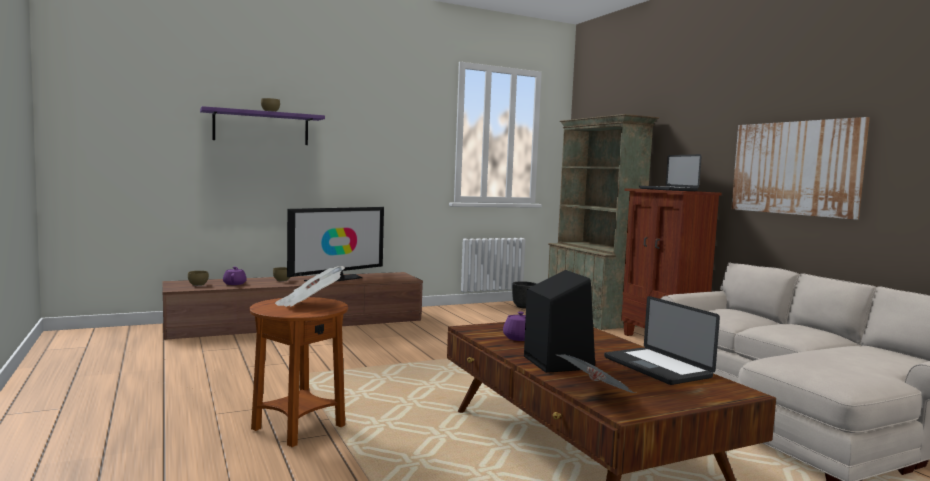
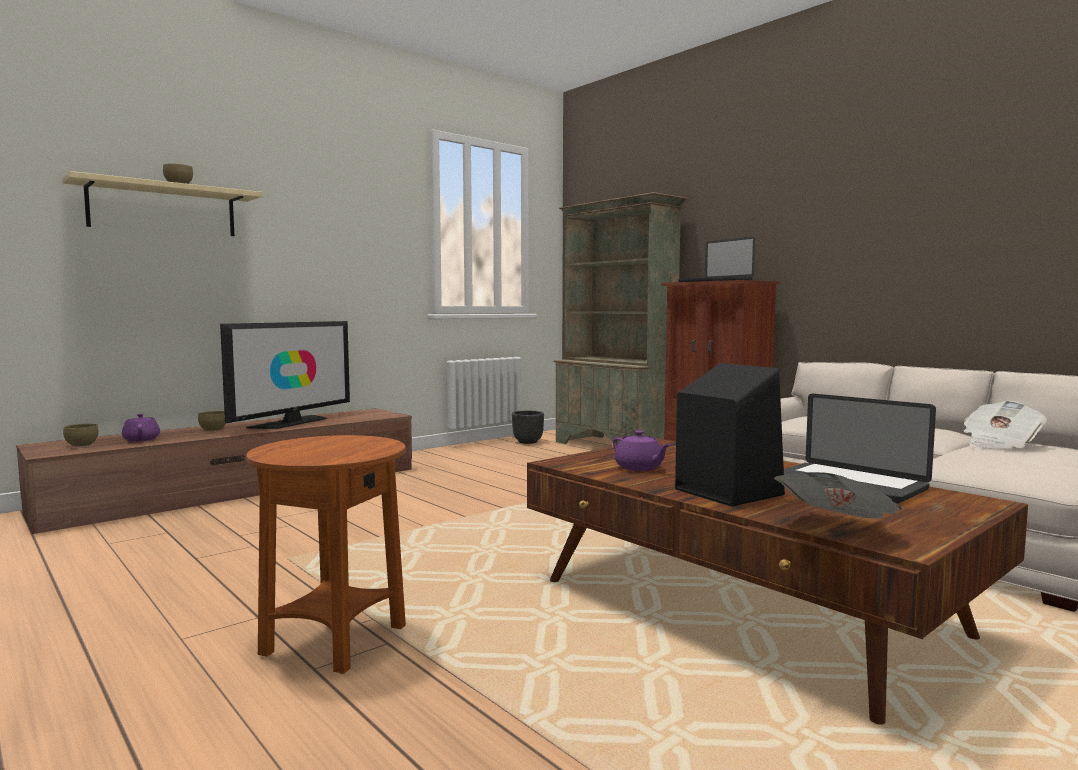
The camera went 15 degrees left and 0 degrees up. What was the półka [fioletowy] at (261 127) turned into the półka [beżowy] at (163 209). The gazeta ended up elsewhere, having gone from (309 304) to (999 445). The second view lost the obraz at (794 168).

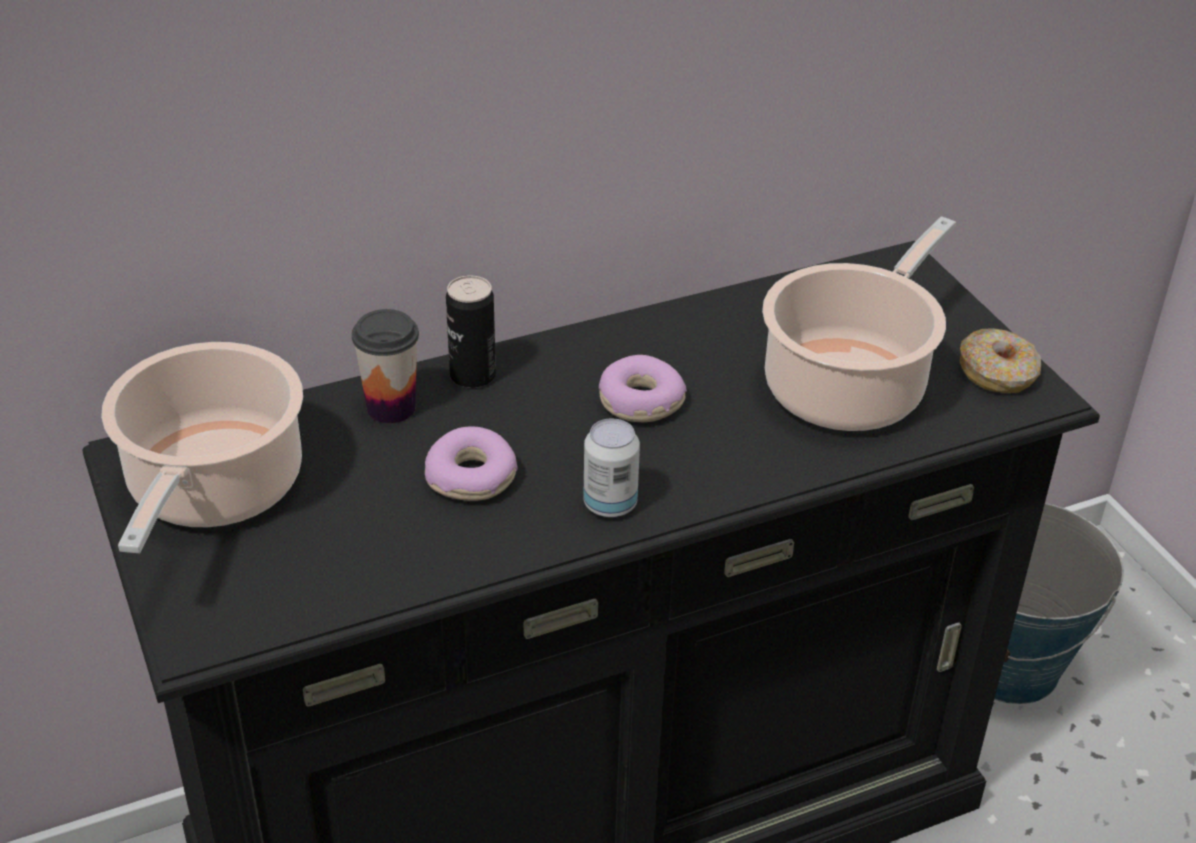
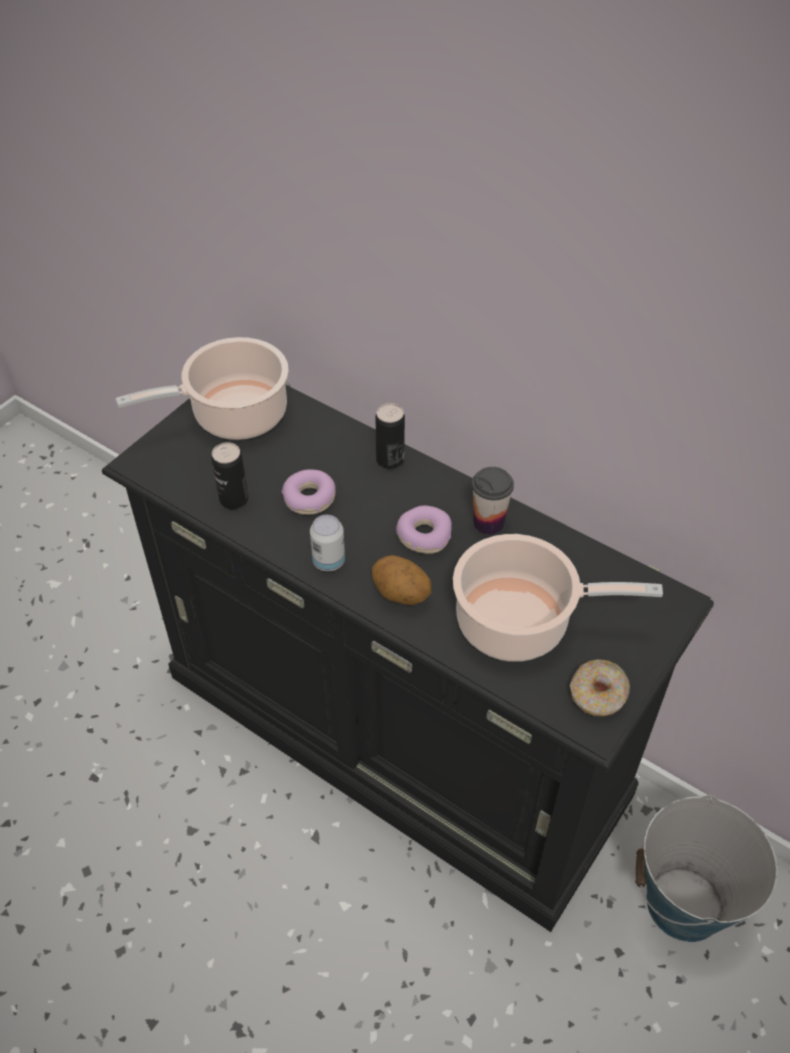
The camera went 60 degrees right and 10 degrees up. The filiżanka ended up elsewhere, having gone from (391 408) to (488 523). The second view gained the puszka at (234 499). The second view gained the ziemniak at (400 595).

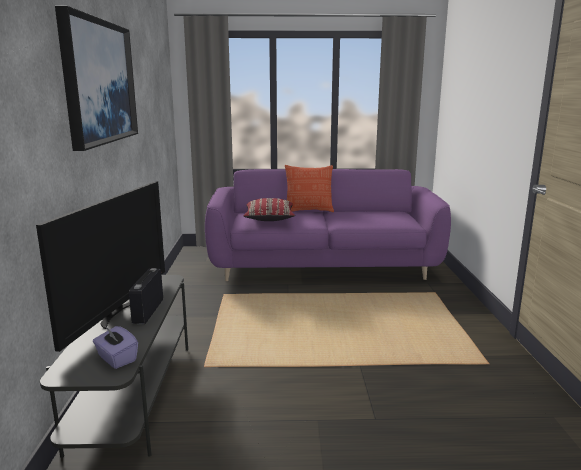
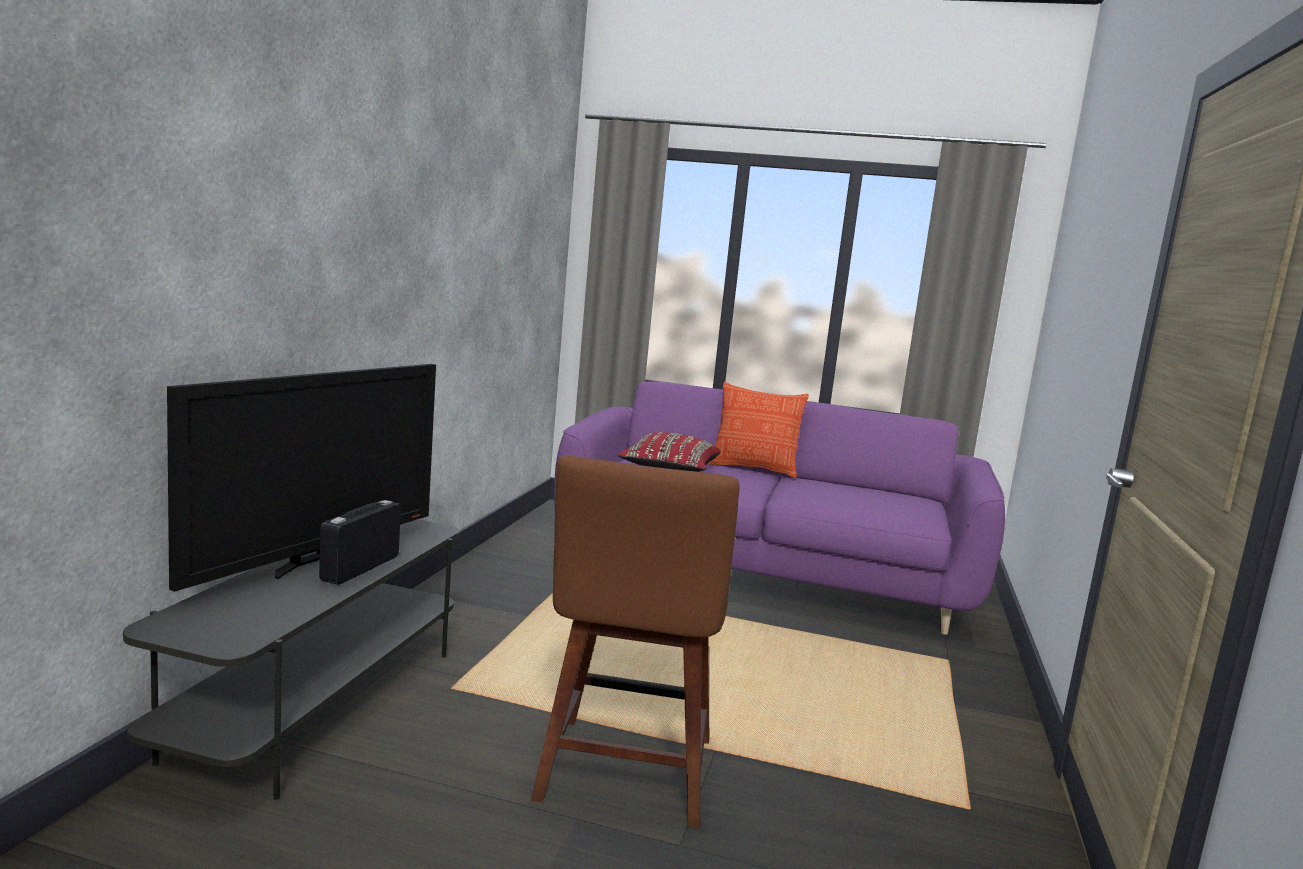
The camera went 15 degrees right and 5 degrees down. The second view lost the obraz at (99 82). The second view lost the pudełko chusteczek [fioletowy] at (116 359). The second view gained the stołek [brązowy] at (623 774).

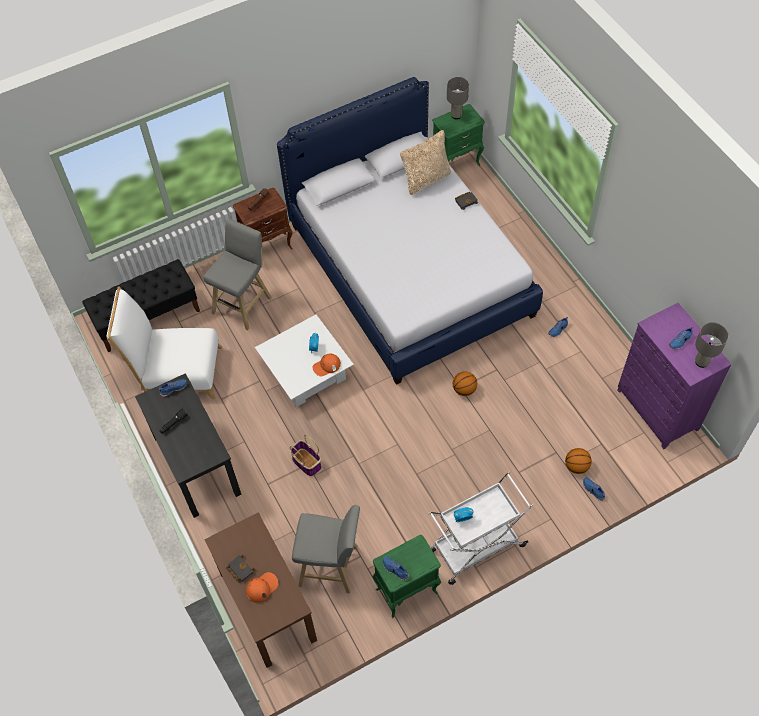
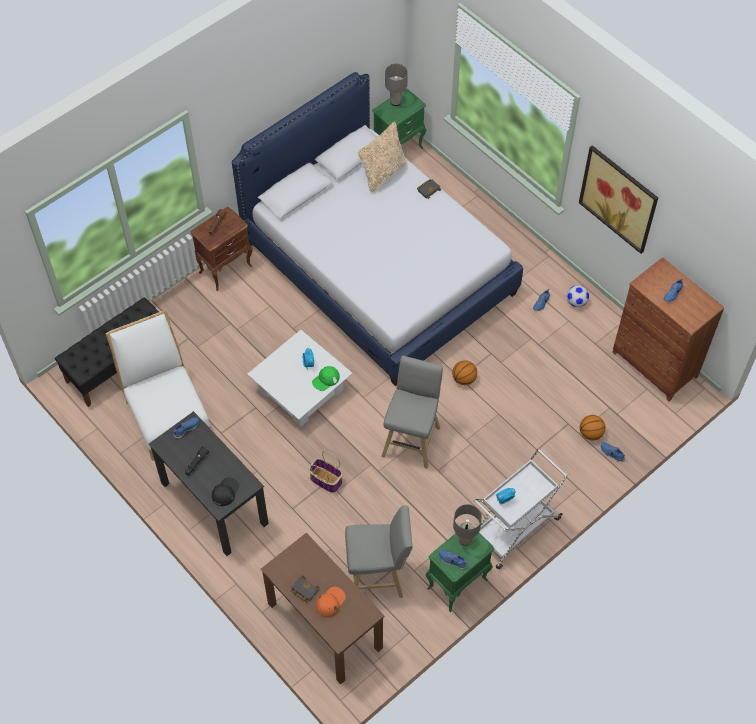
The camera went 15 degrees left and 0 degrees up. The krzesło [biały] at (177 371) ended up facing another way, 75 degrees clockwise from before. The stołek [szary] ended up elsewhere, having gone from (243 303) to (412 439). What was the czapka z daszkiem [pomarańczowy] at (326 366) turned into the czapka z daszkiem [zielony] at (326 379). What was the komoda [fioletowy] at (656 411) turned into the komoda [brązowy] at (654 366). The lampa stołowa [szary] ended up elsewhere, having gone from (702 362) to (465 539). The second view gained the czapka z daszkiem [czarny] at (225 492). The second view gained the piłka futbolowa at (576 302). The second view gained the obraz at (618 198).

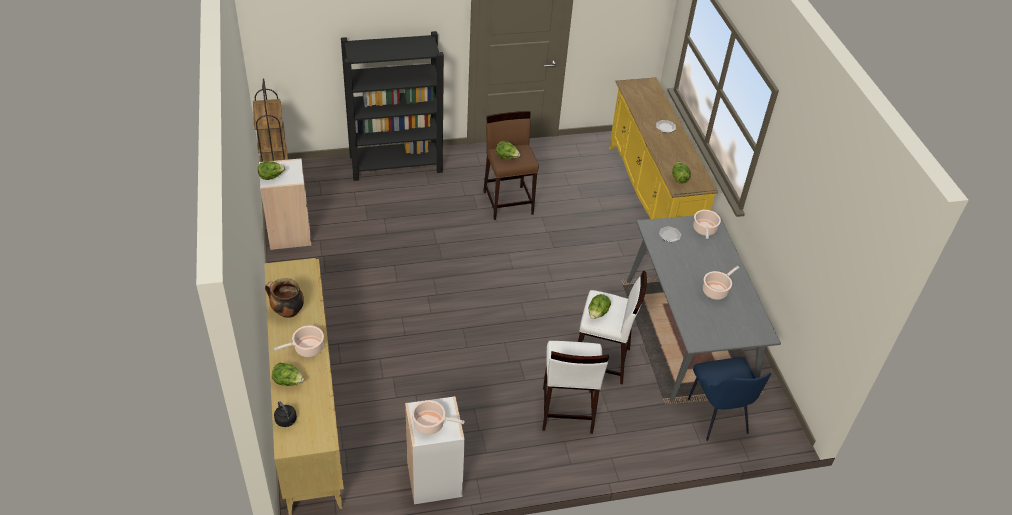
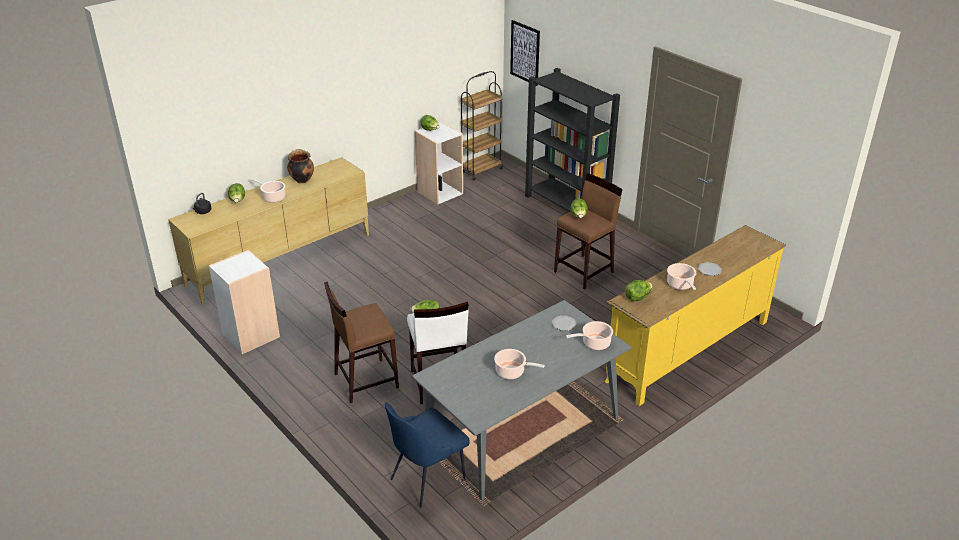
The camera went 65 degrees right and 10 degrees down. The garnek ended up elsewhere, having gone from (431 424) to (680 285). What was the stołek [biały] at (566 410) turned into the stołek [brązowy] at (365 380). The second view gained the obraz at (525 52).

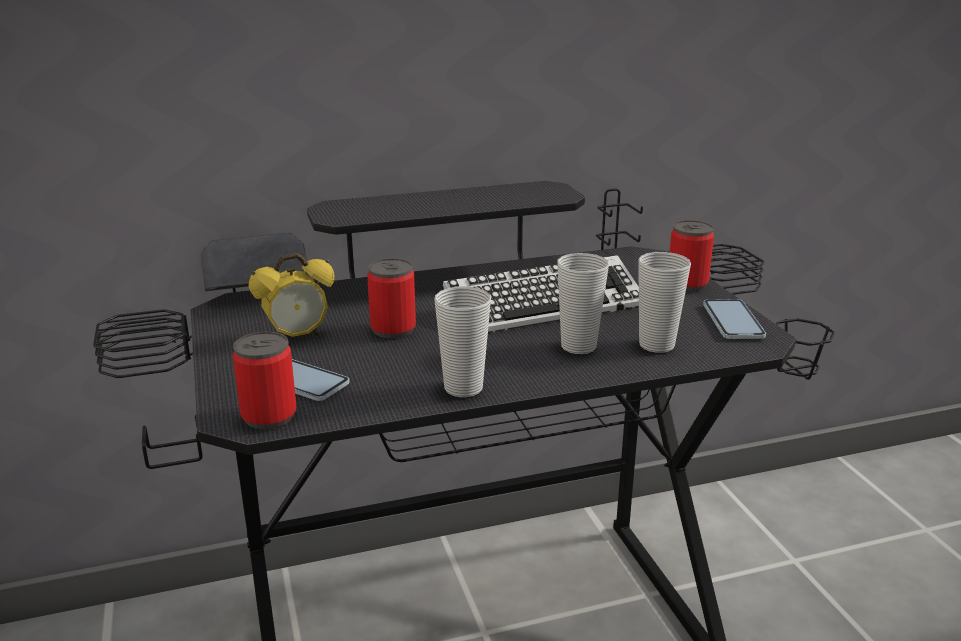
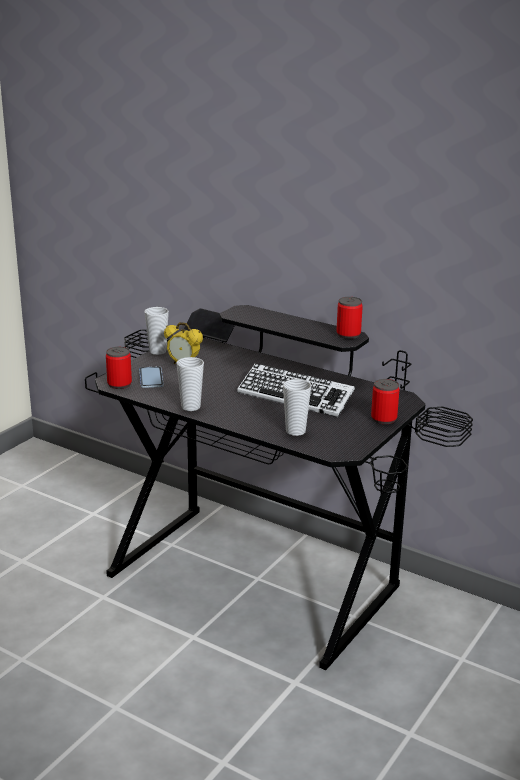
The camera went 50 degrees right and 0 degrees up. The puszka ended up elsewhere, having gone from (393 329) to (348 335). The filiżanka ended up elsewhere, having gone from (578 346) to (157 351). The second view lost the telefon at (733 321).

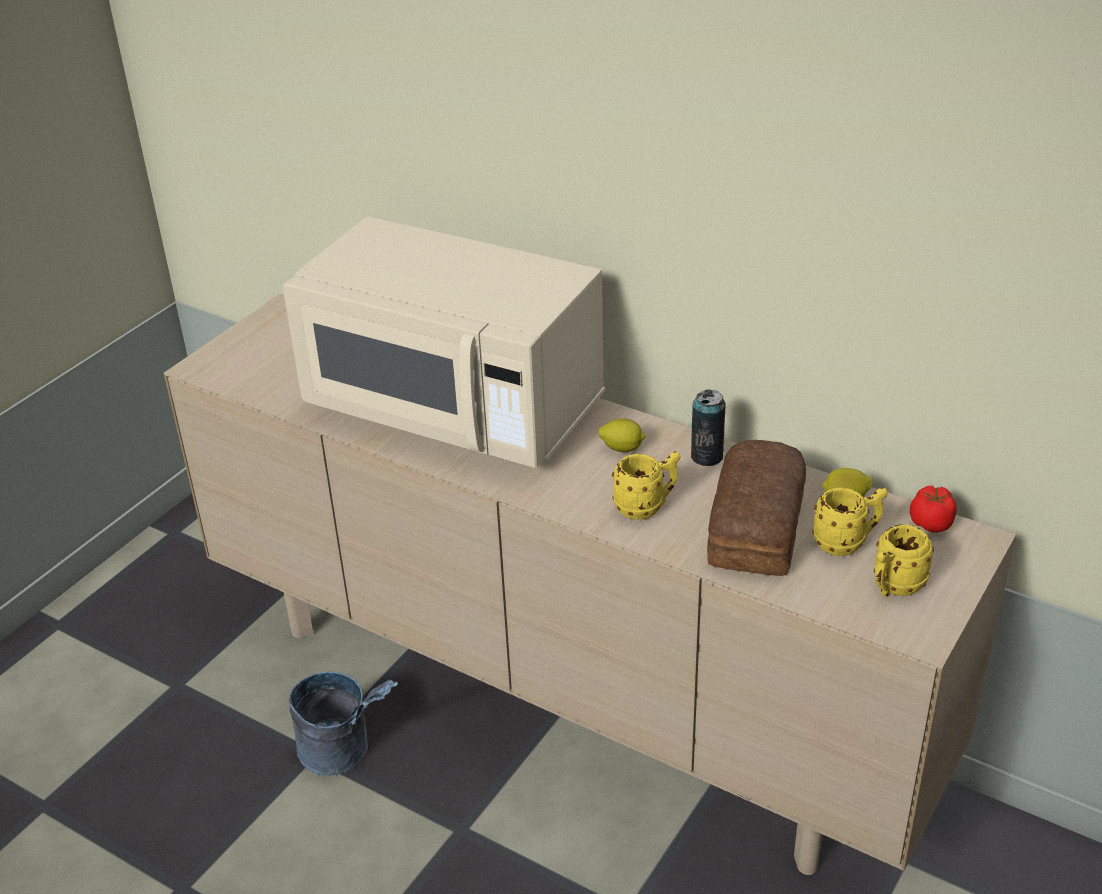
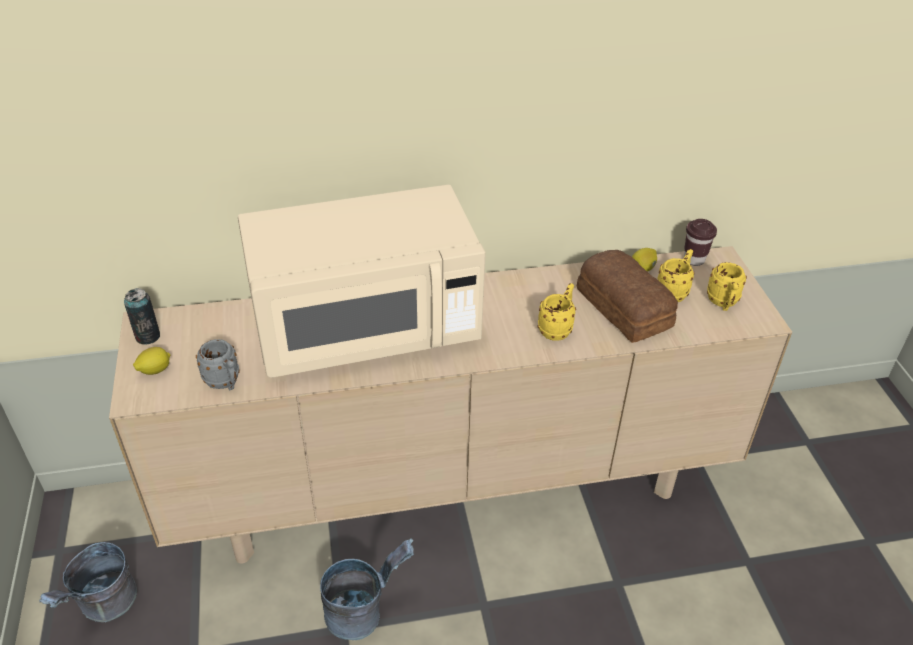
The camera went 45 degrees left and 5 degrees up. The cytryna ended up elsewhere, having gone from (622 448) to (155 370). The puszka ended up elsewhere, having gone from (706 456) to (147 336). Where the pomidor stood at (932 523), the filiżanka [brązowy] came to stand at (694 260). The second view gained the wiadro [szary] at (103 607). The second view gained the kubek [szary] at (225 383).

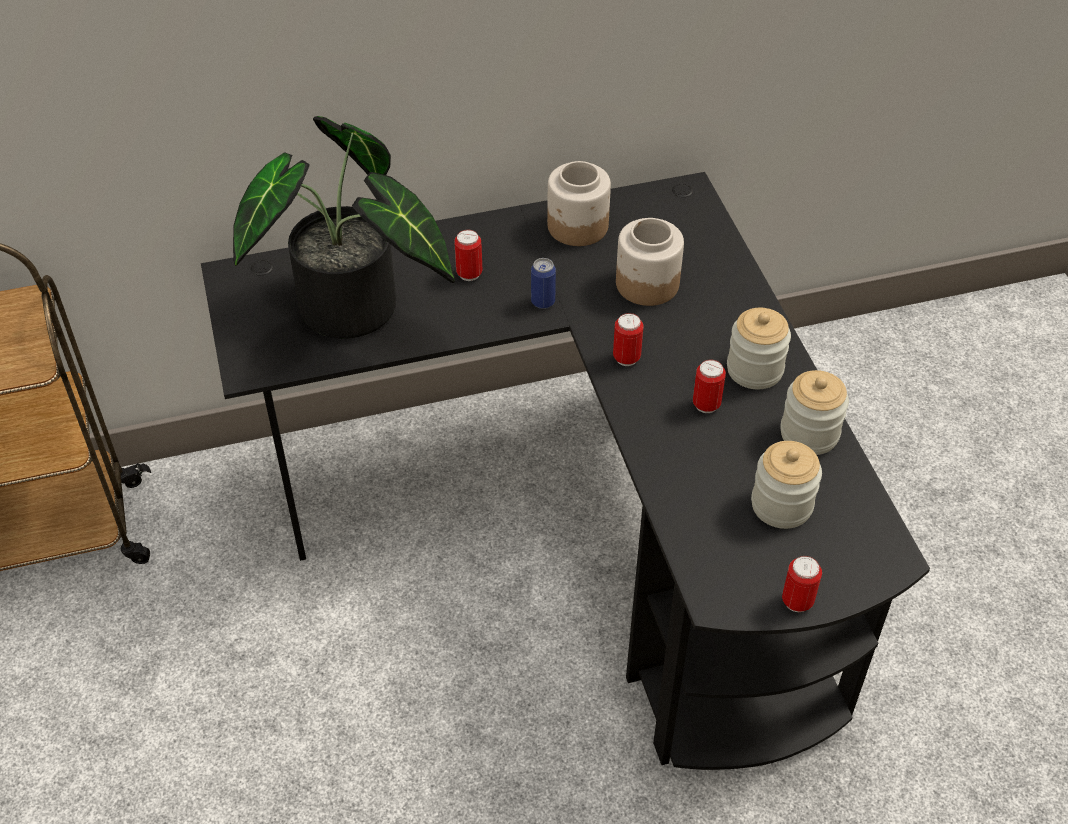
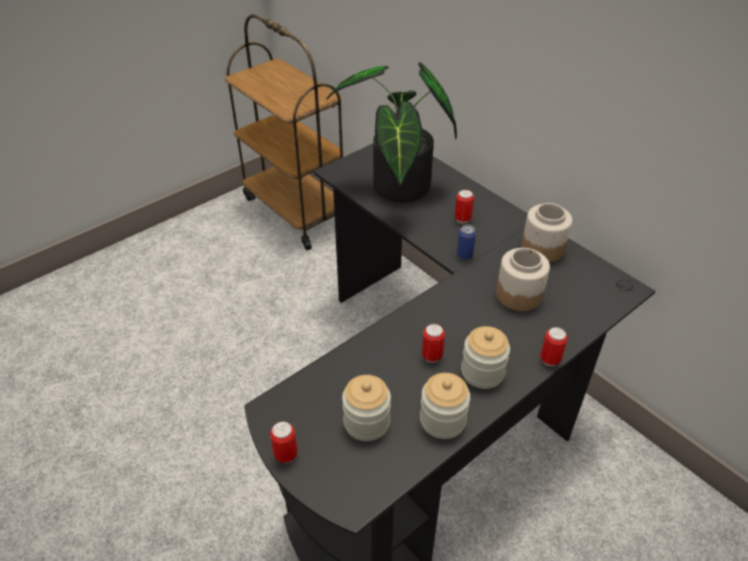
The camera went 65 degrees right and 5 degrees down. The puszka ended up elsewhere, having gone from (626 358) to (550 359).

